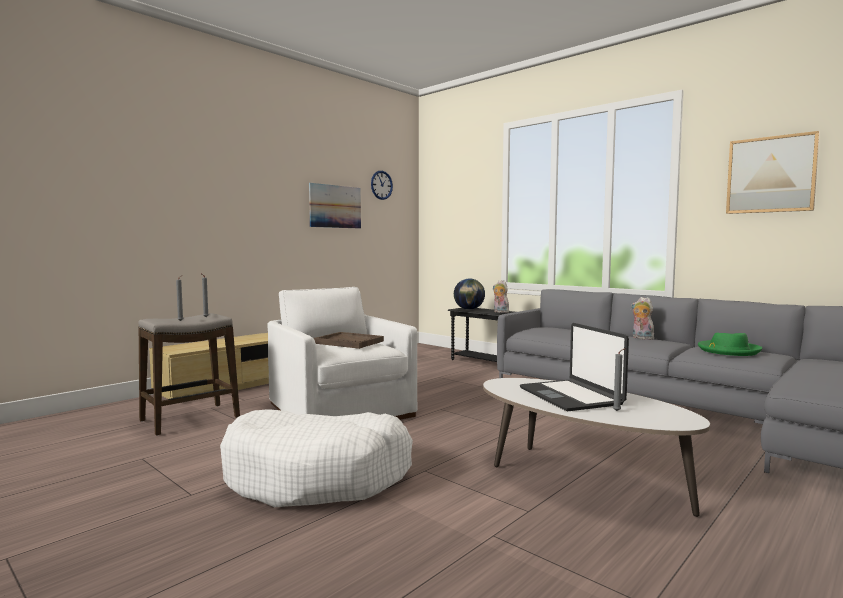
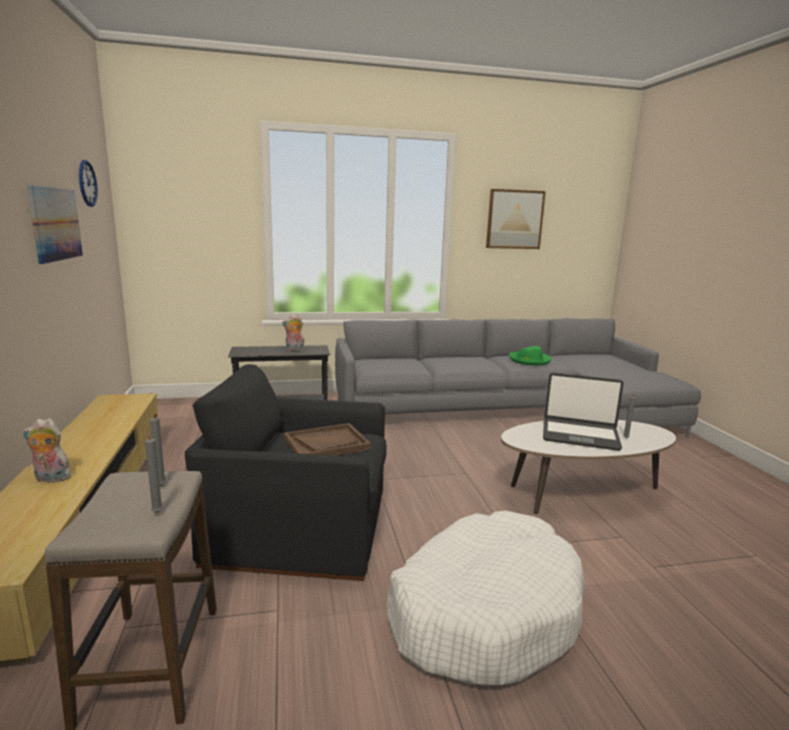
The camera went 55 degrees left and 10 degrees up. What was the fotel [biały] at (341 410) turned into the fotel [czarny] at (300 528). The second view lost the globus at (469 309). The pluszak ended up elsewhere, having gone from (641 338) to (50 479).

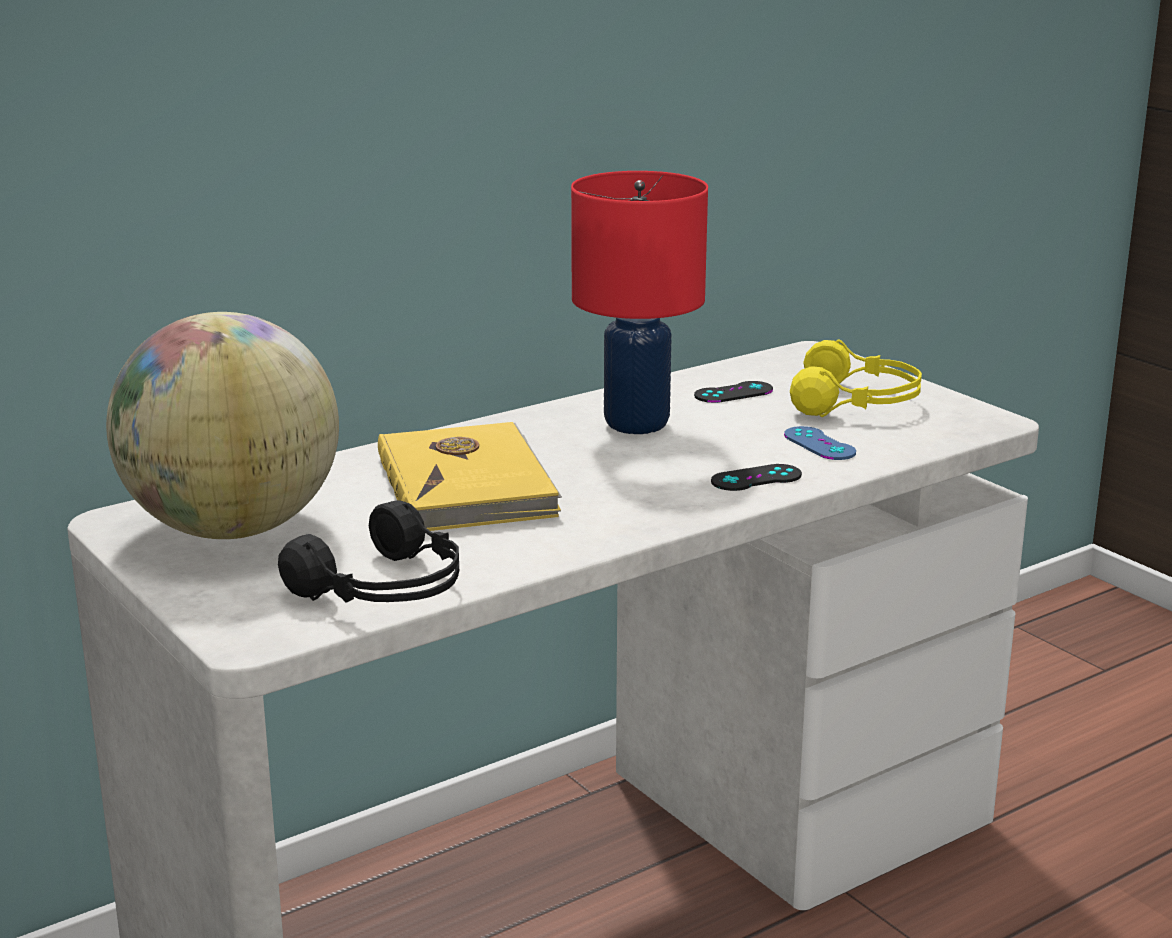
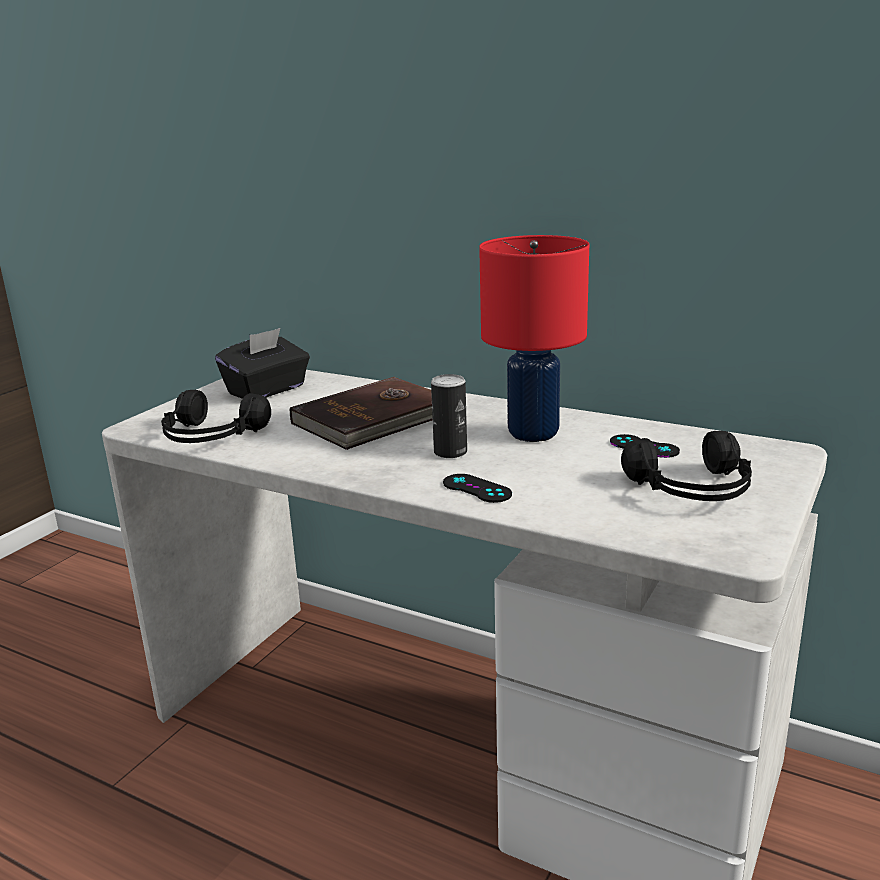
The camera went 65 degrees right and 0 degrees up. Where the globus stood at (232 528), the pudełko chusteczek [czarny] came to stand at (267 390). What was the książka [żółty] at (469 485) turned into the książka [brązowy] at (375 419). The second view lost the pad do gier [niebieski] at (819 444). What was the słuchawki [żółty] at (856 402) turned into the słuchawki [czarny] at (694 490). The second view gained the puszka at (450 452).

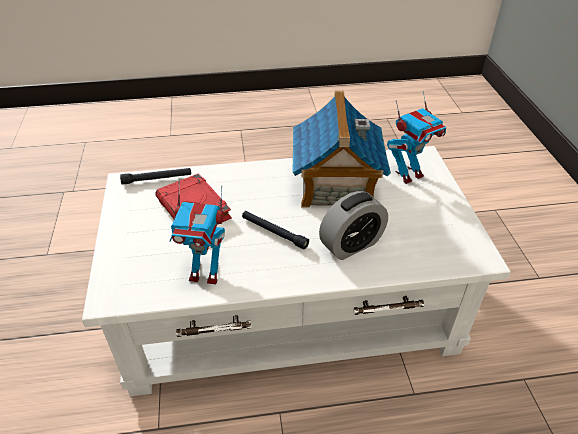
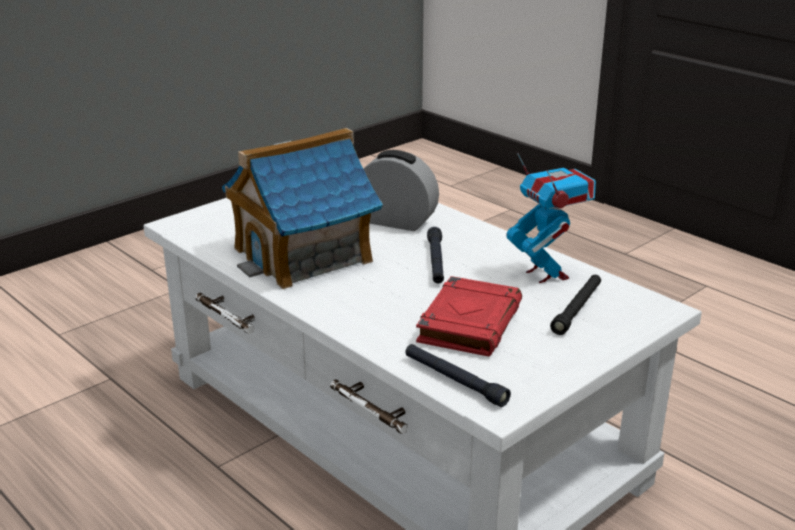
The camera went 125 degrees left and 15 degrees down. The second view lost the robot zabawkowy at (408 175). The second view gained the latarka [czarny] at (577 309).

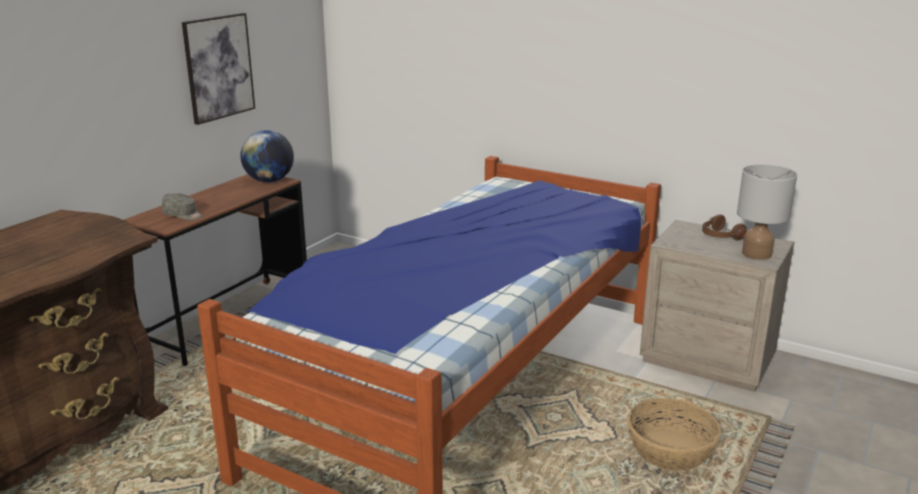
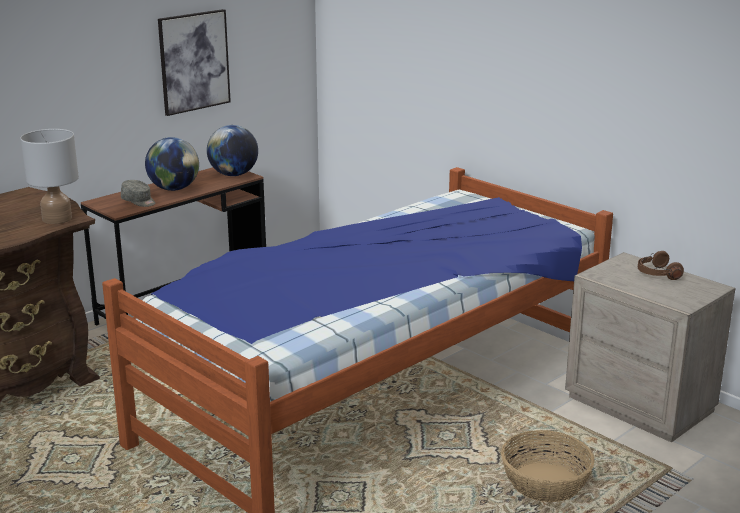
The camera went 15 degrees right and 0 degrees up. The lampa stołowa [szary] ended up elsewhere, having gone from (757 254) to (57 219). The second view gained the globus at (174 189).

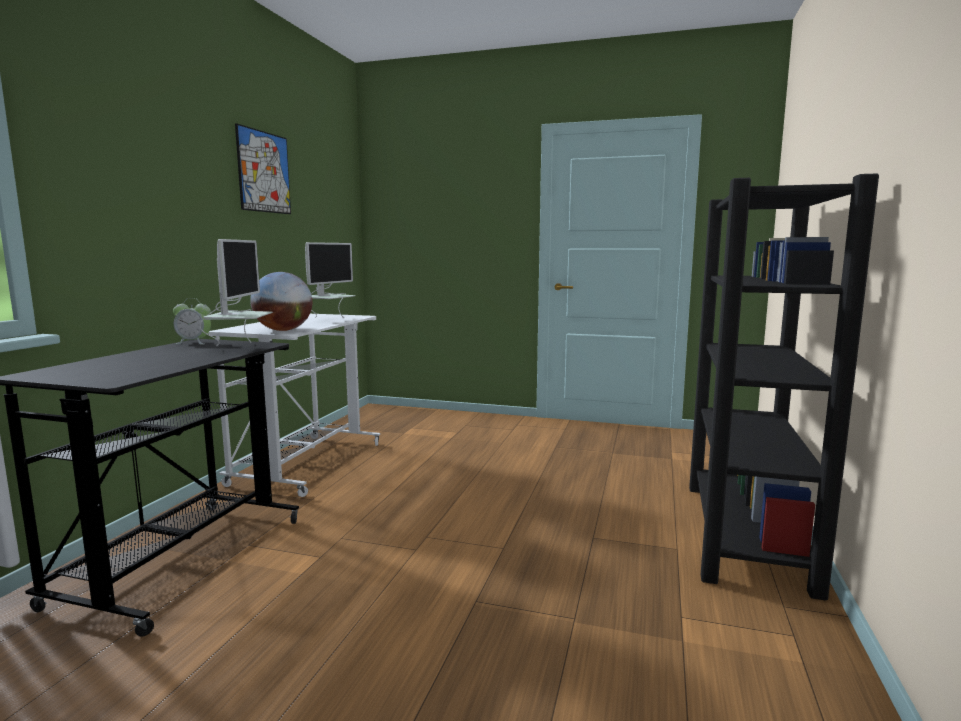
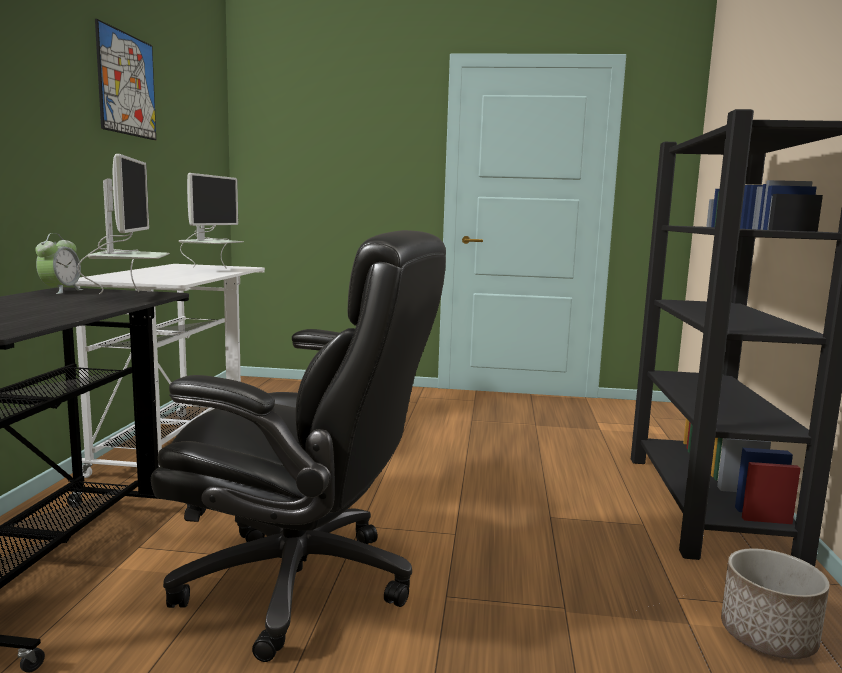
The camera went 10 degrees left and 0 degrees up. The budzik at (194 342) ended up facing another way, 75 degrees counterclockwise from before. The second view lost the globus at (283 330). The second view gained the krzesło biurowe [czarny] at (306 589). The second view gained the donica at (768 636).

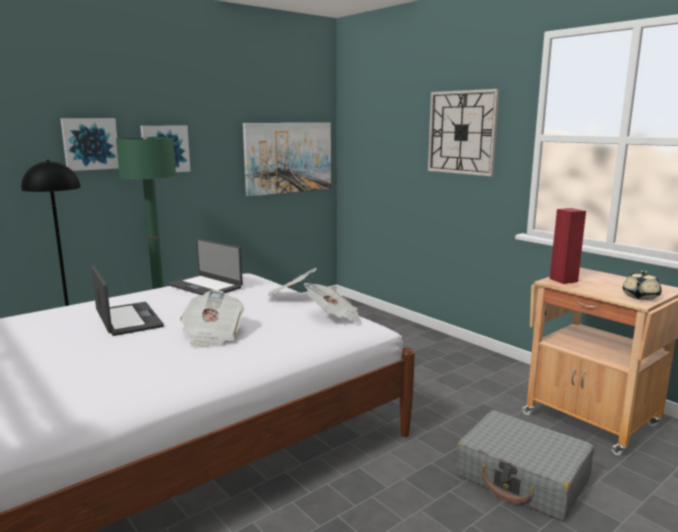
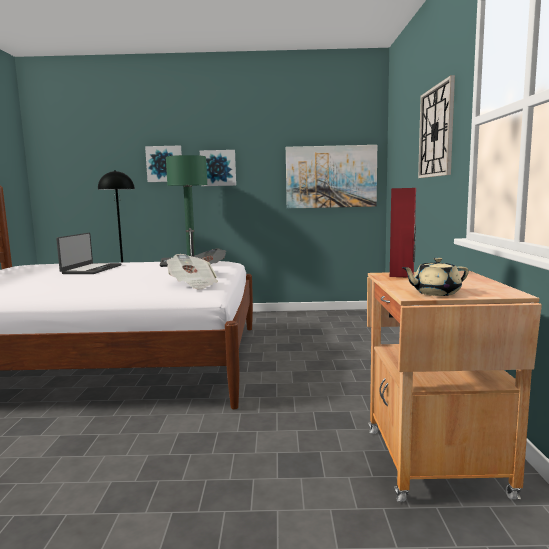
The camera went 40 degrees right and 5 degrees down. The second view lost the gazeta at (212 335). The second view lost the walizka [szary] at (523 478).

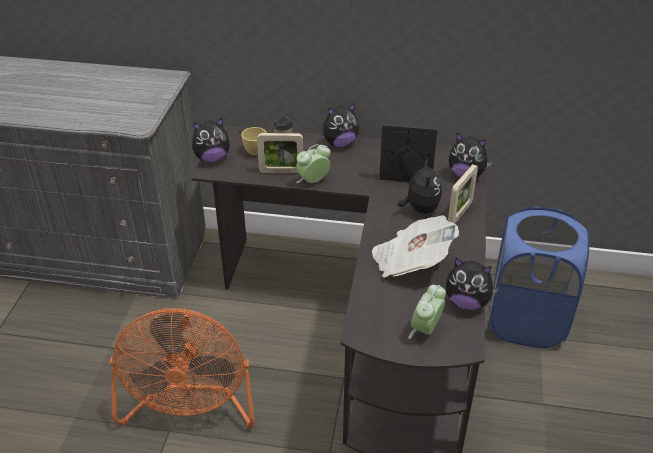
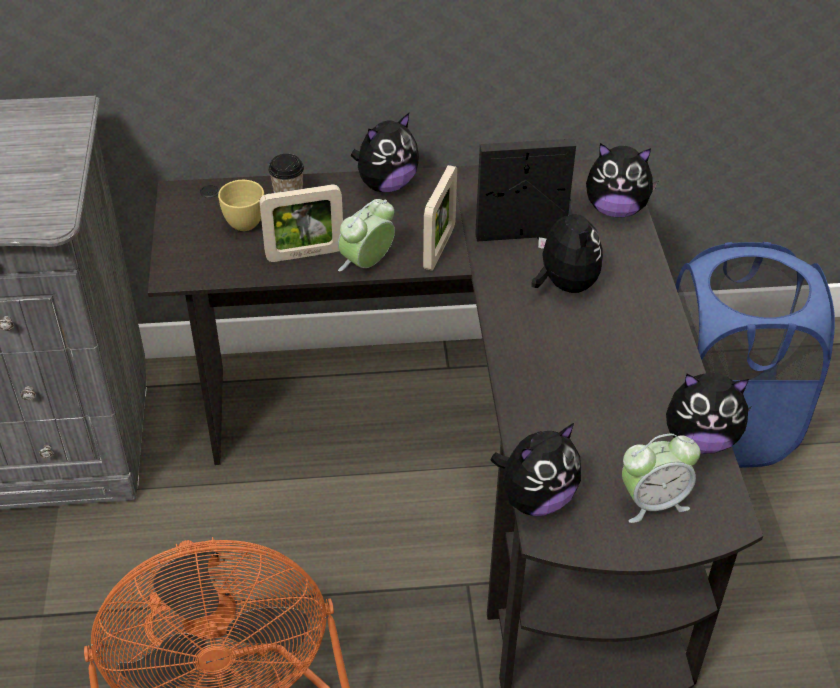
The camera went 15 degrees left and 5 degrees up. The pluszak ended up elsewhere, having gone from (212 158) to (535 498). The second view lost the gazeta at (411 262). The budzik at (425 329) ended up facing another way, 120 degrees counterclockwise from before. The ramka na zdjęcie ended up elsewhere, having gone from (460 213) to (439 248).

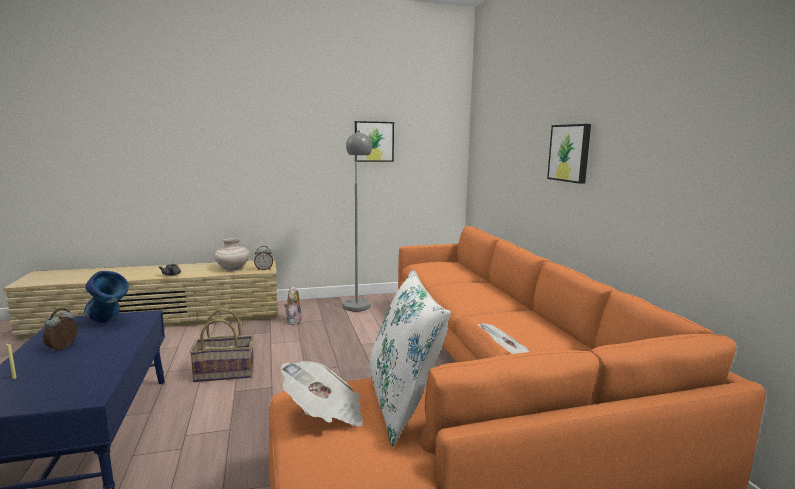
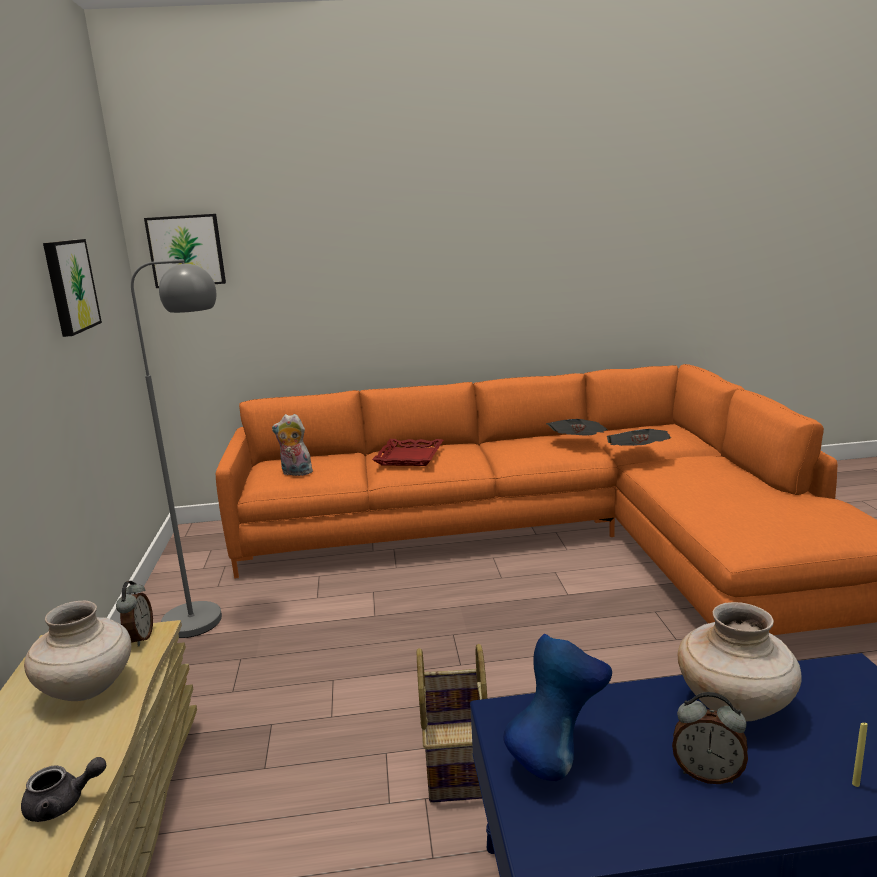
The camera went 80 degrees left and 5 degrees up. The gazeta ended up elsewhere, having gone from (325 413) to (577 443). The pluszak ended up elsewhere, having gone from (293 321) to (295 473). The second view lost the poduszka [biały] at (403 403). The obraz ended up elsewhere, having gone from (570 153) to (186 251). The second view gained the taca [czerwony] at (410 457). The second view gained the wazon [beżowy] at (735 706).

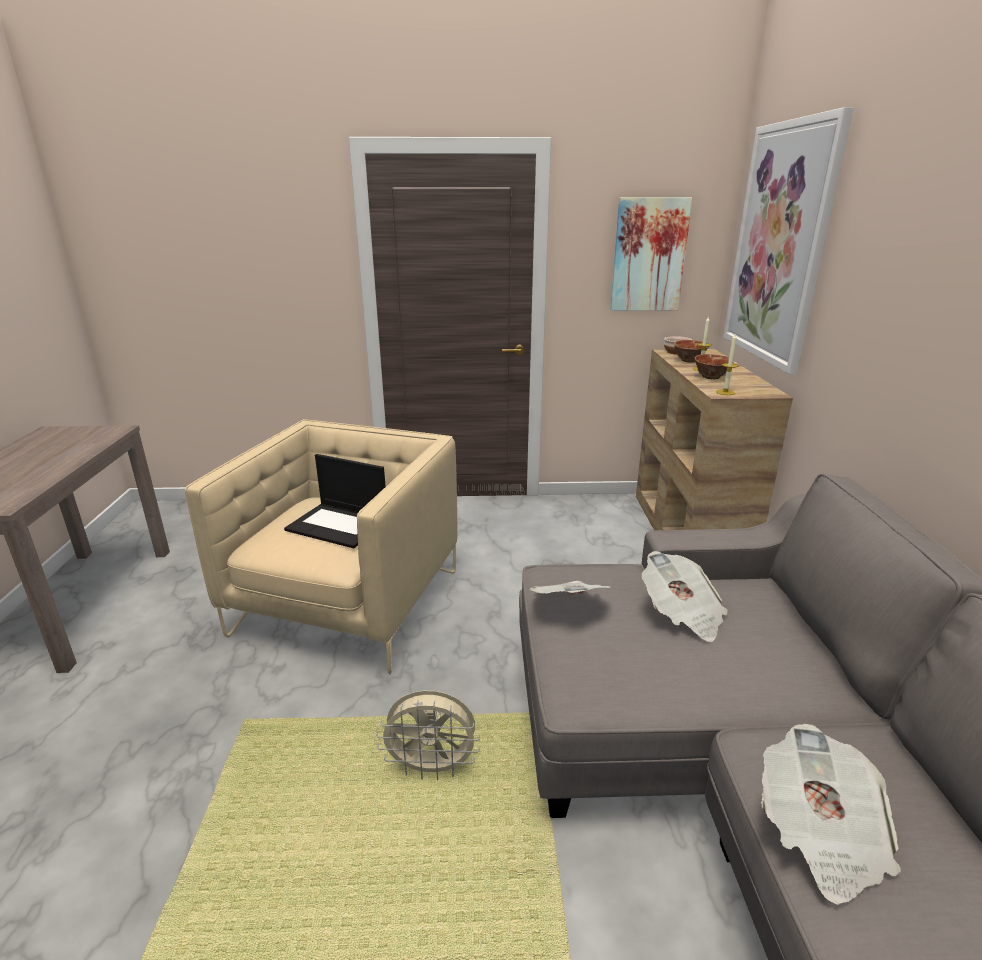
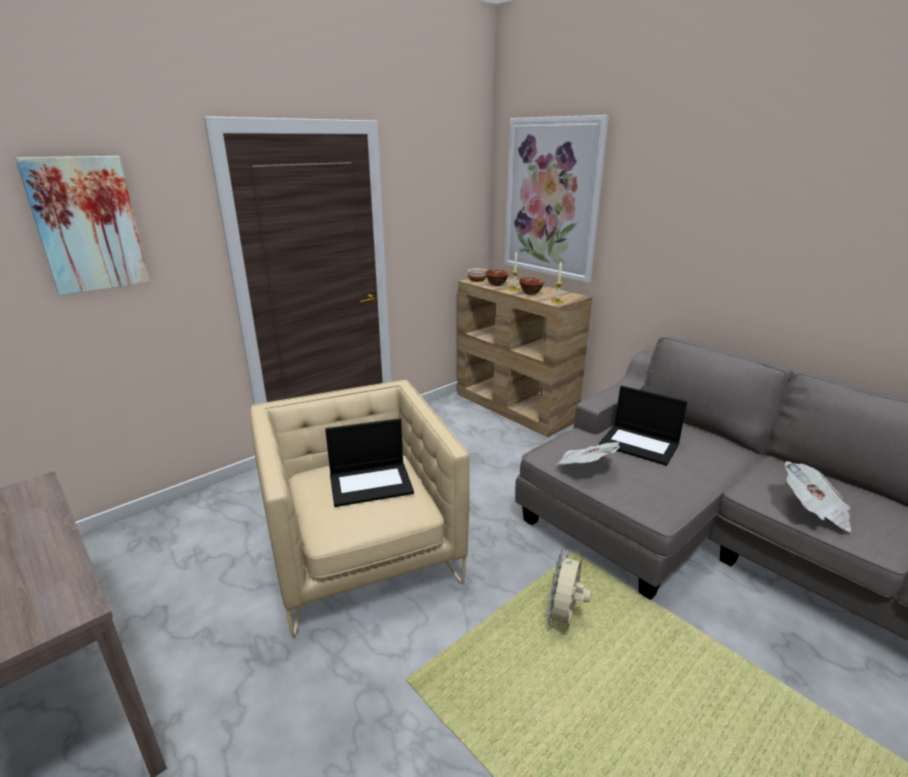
The camera went 40 degrees left and 0 degrees up. The wentylator [beżowy] at (432 767) ended up facing another way, 150 degrees clockwise from before. The obraz ended up elsewhere, having gone from (648 255) to (87 225). Where the gazeta stood at (682 614), the laptop came to stand at (640 444).

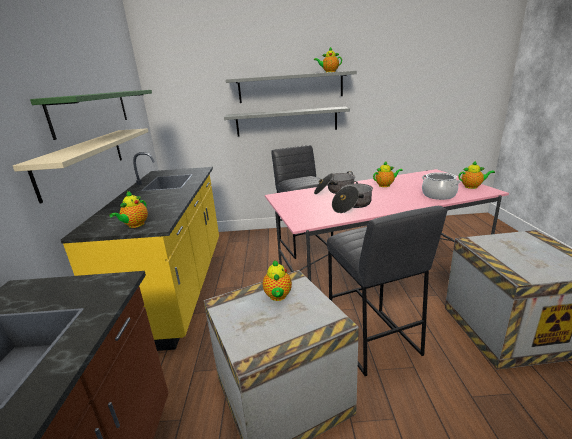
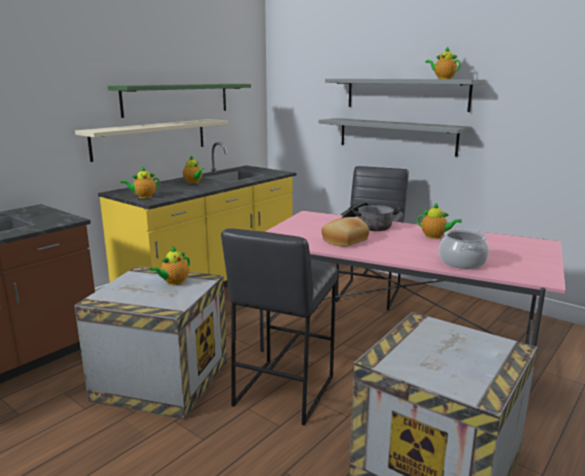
The camera went 40 degrees right and 5 degrees down. Where the garnek stood at (352 205), the chleb came to stand at (345 241). The imbryk ended up elsewhere, having gone from (472 187) to (193 182).

